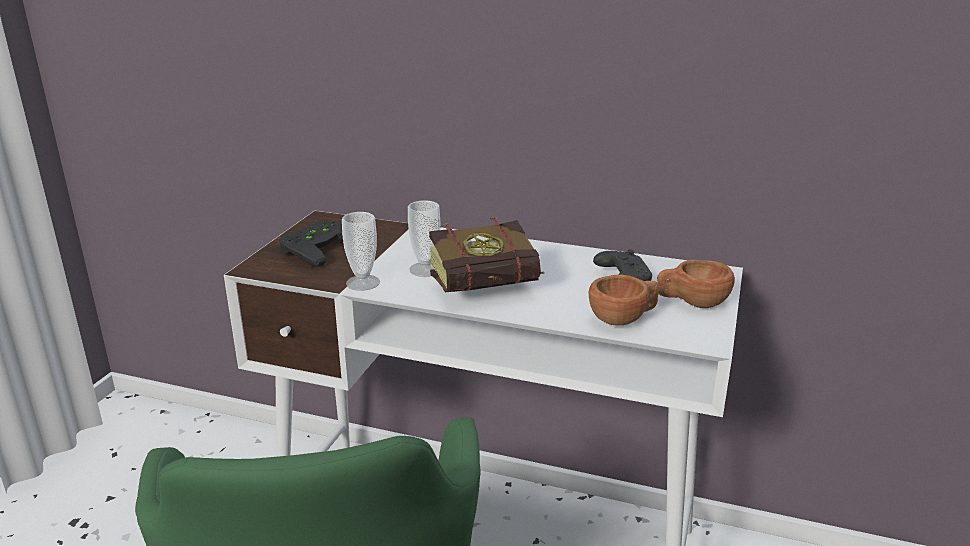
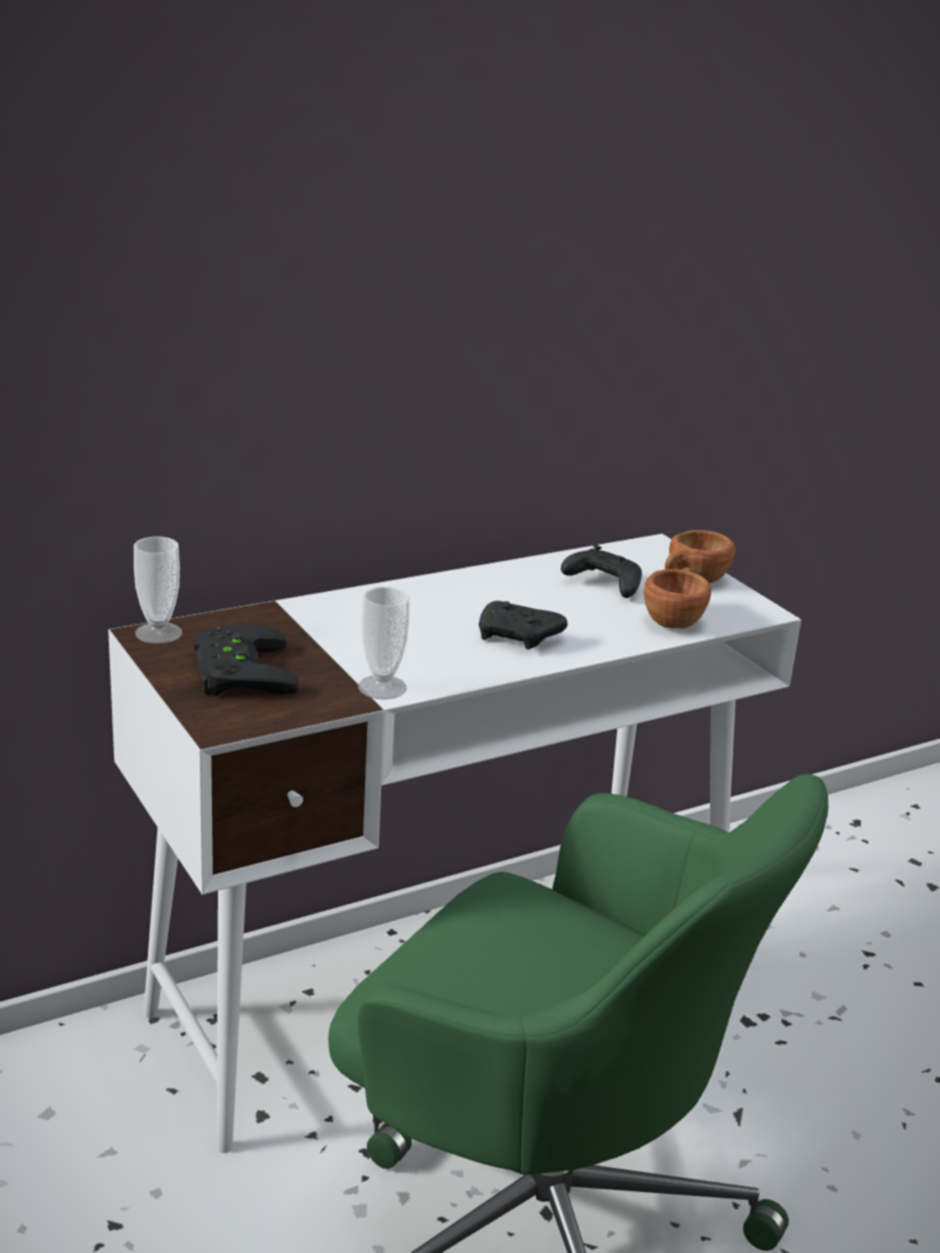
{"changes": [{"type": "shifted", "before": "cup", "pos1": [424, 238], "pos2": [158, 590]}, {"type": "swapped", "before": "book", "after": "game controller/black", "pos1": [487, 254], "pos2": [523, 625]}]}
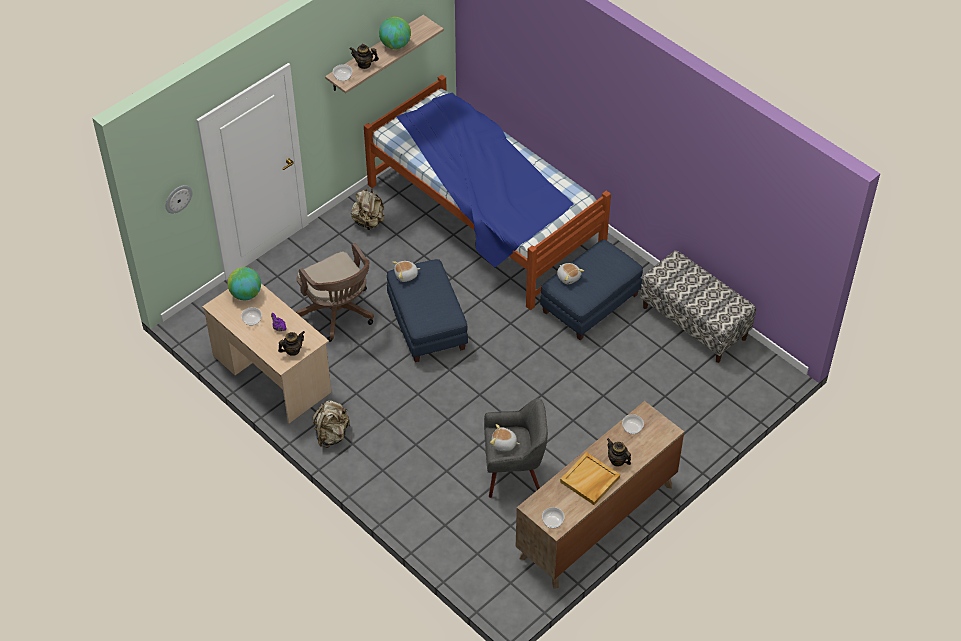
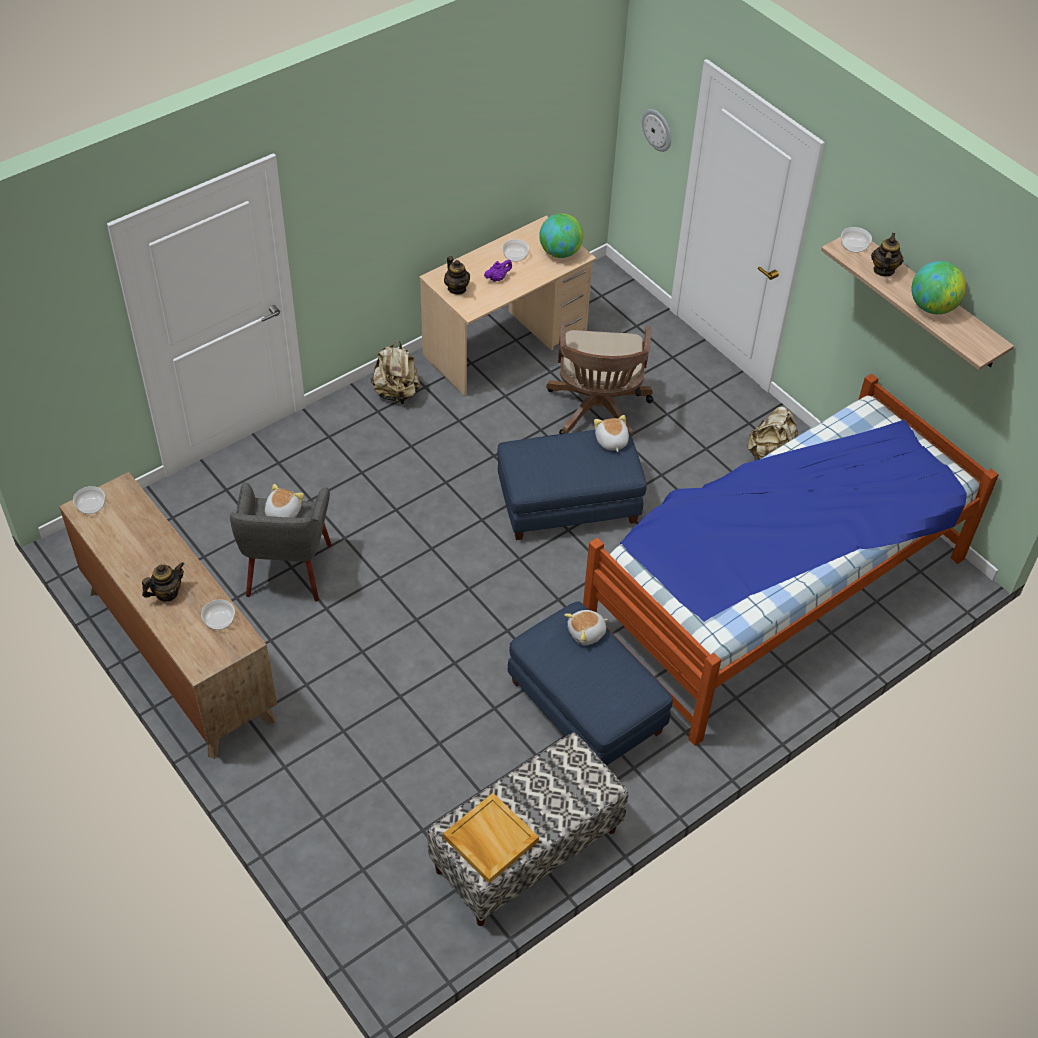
{"changes": [{"type": "shifted", "before": "tray/beige", "pos1": [590, 478], "pos2": [491, 838]}, {"type": "rotated", "before": "office chair/brown", "pos1": [335, 292], "pos2": [599, 378], "turn": -60}]}
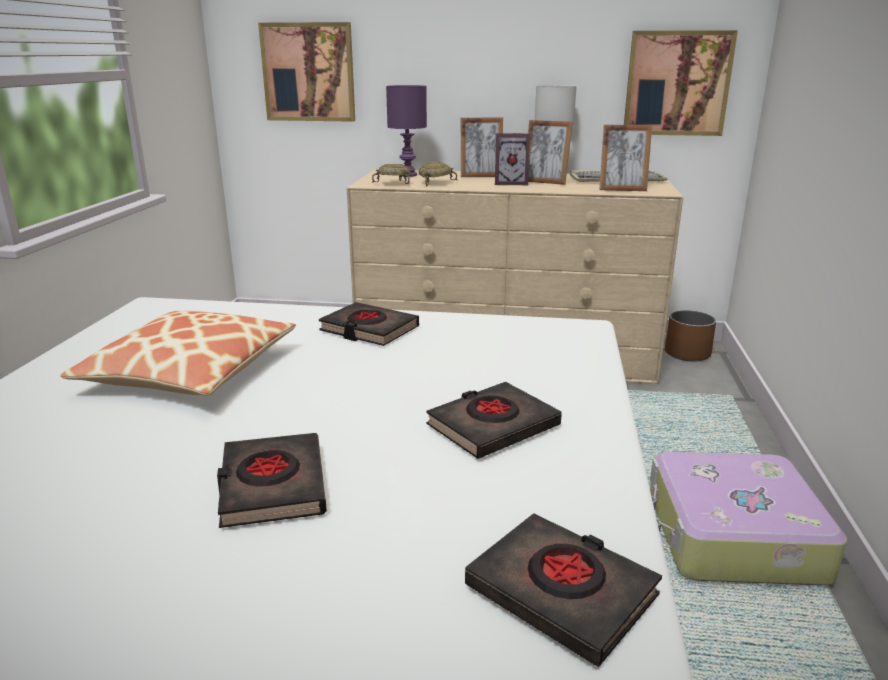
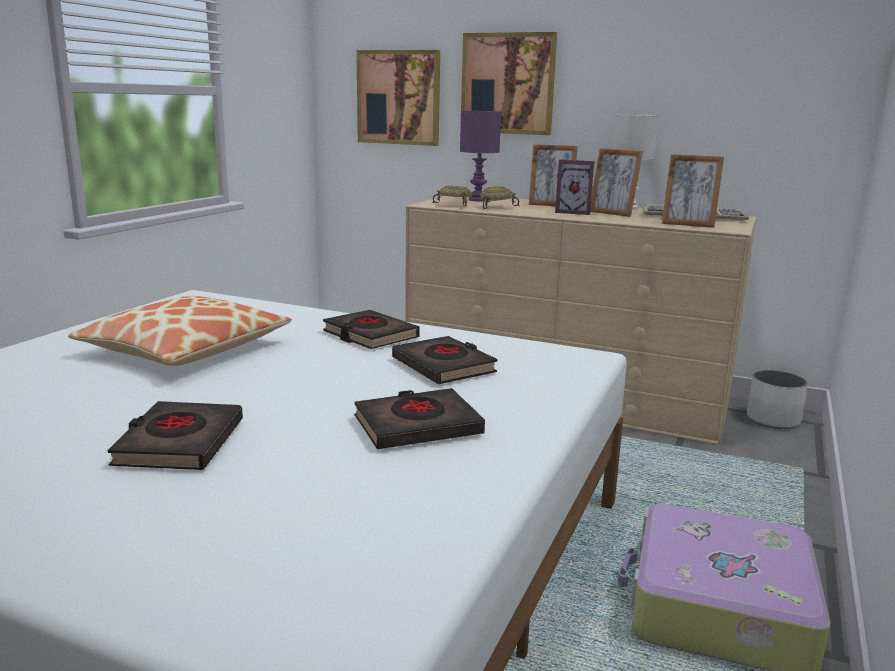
{"changes": [{"type": "shifted", "before": "book/black", "pos1": [563, 590], "pos2": [445, 360]}, {"type": "shifted", "before": "picture", "pos1": [681, 83], "pos2": [509, 83]}, {"type": "repainted", "before": "planter/brown", "after": "planter/white", "pos1": [690, 336], "pos2": [777, 399]}]}
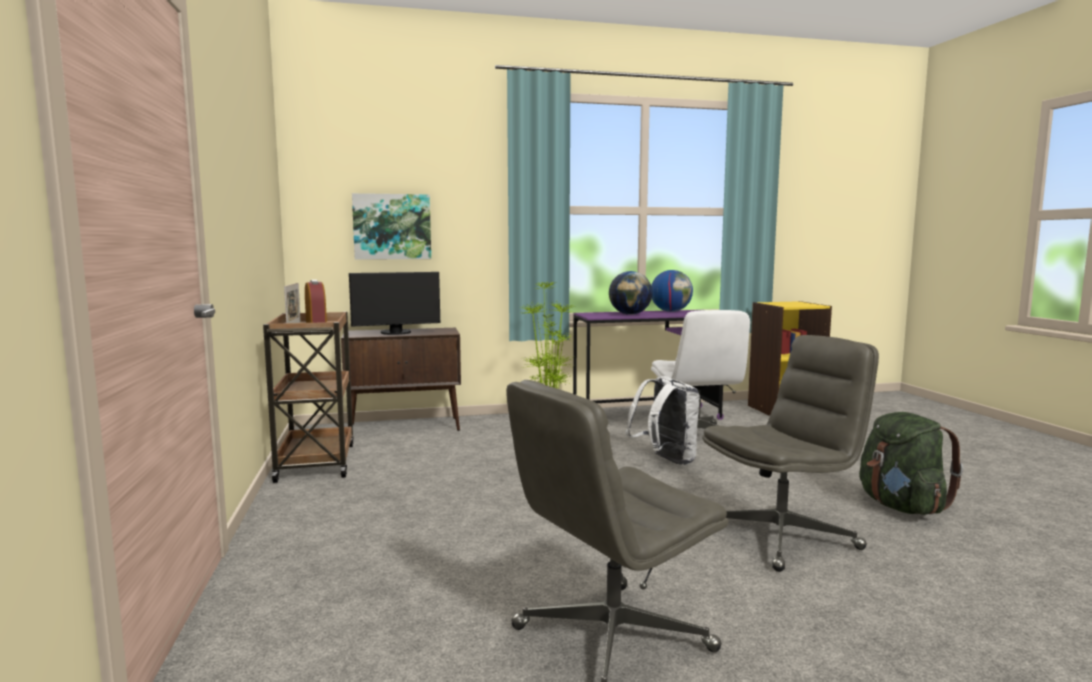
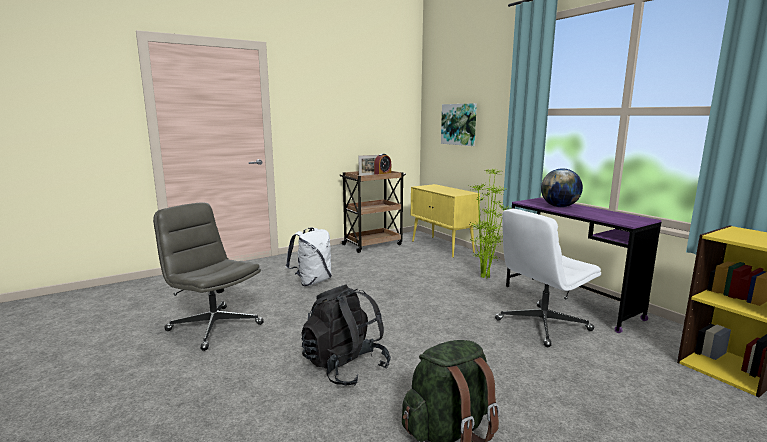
{"changes": [{"type": "shifted", "before": "backpack/white", "pos1": [662, 420], "pos2": [309, 256]}, {"type": "swapped", "before": "office chair/grey", "after": "backpack/black", "pos1": [790, 453], "pos2": [346, 335]}, {"type": "repainted", "before": "cabinet/brown", "after": "cabinet/yellow", "pos1": [401, 379], "pos2": [445, 221]}, {"type": "gone", "before": "monitor", "pos1": [394, 303]}, {"type": "gone", "before": "globe", "pos1": [672, 291]}]}
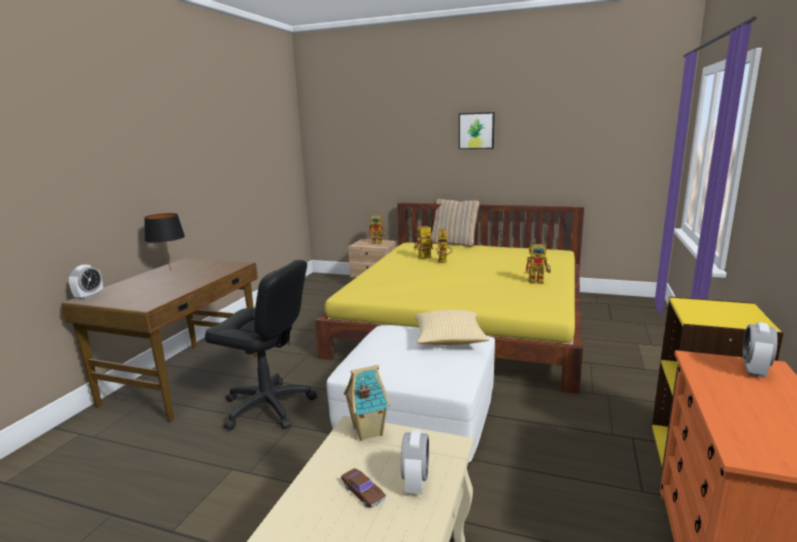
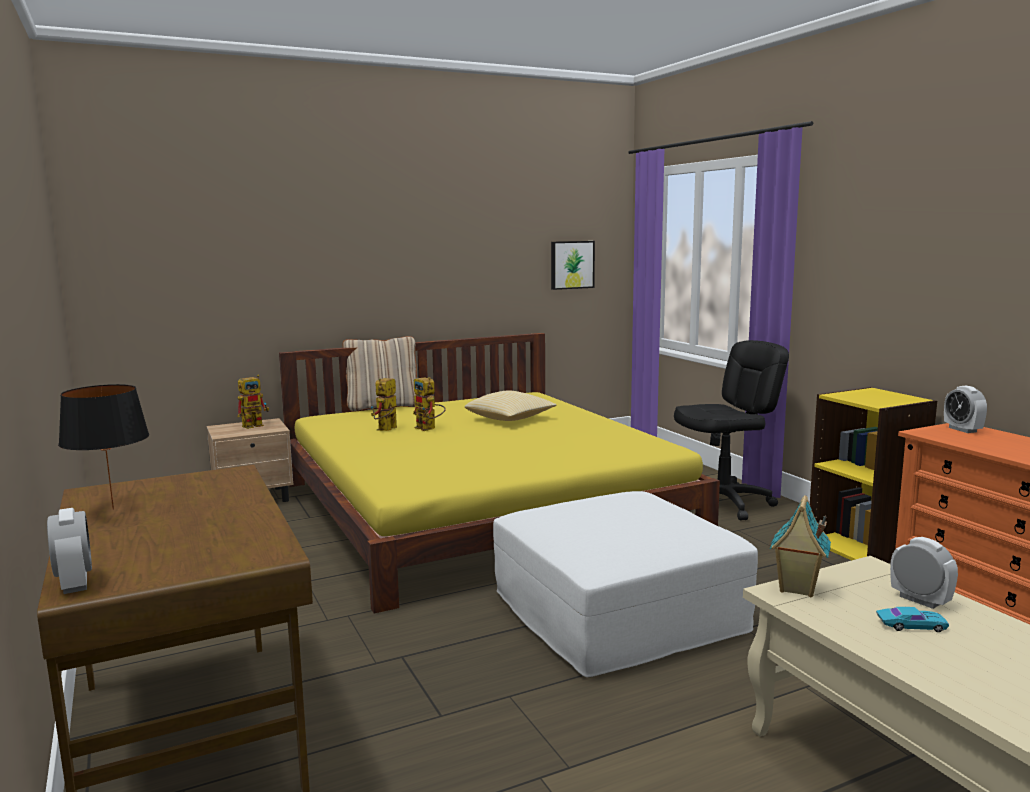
{"changes": [{"type": "shifted", "before": "pillow", "pos1": [452, 327], "pos2": [511, 405]}, {"type": "shifted", "before": "picture", "pos1": [477, 130], "pos2": [573, 265]}, {"type": "shifted", "before": "office chair/black", "pos1": [261, 345], "pos2": [731, 430]}, {"type": "repainted", "before": "toy car/brown", "after": "toy car/turquoise", "pos1": [363, 488], "pos2": [912, 619]}, {"type": "gone", "before": "toy robot", "pos1": [537, 263]}]}
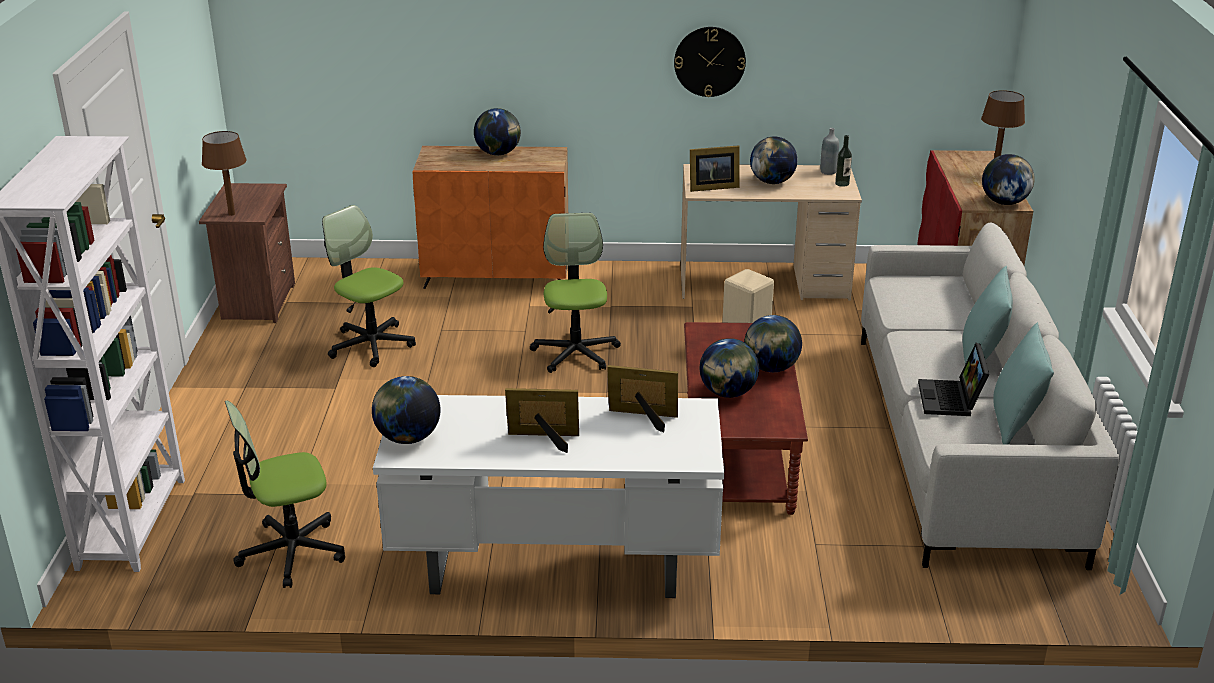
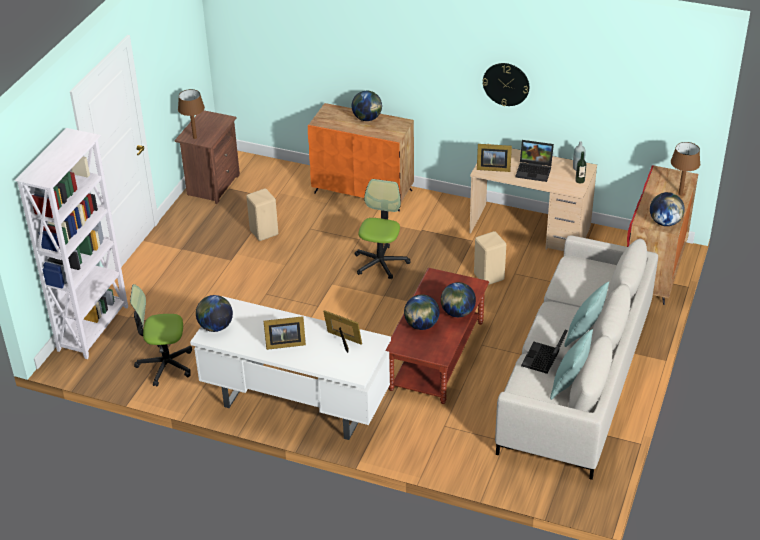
{"changes": [{"type": "swapped", "before": "office chair", "after": "stool/beige", "pos1": [369, 286], "pos2": [262, 214]}, {"type": "rotated", "before": "picture frame", "pos1": [542, 420], "pos2": [285, 333], "turn": 150}, {"type": "swapped", "before": "globe", "after": "laptop", "pos1": [774, 160], "pos2": [535, 161]}]}
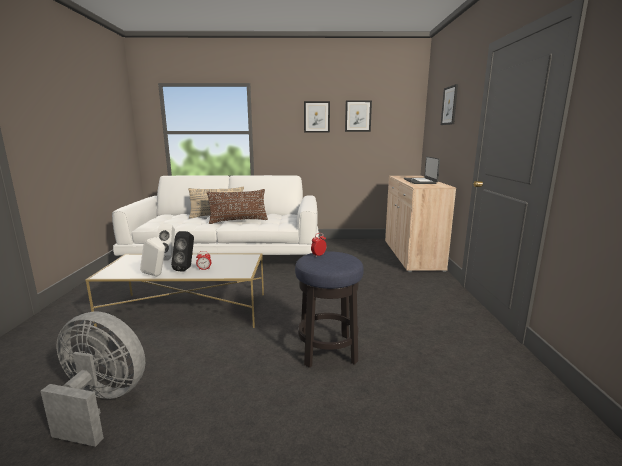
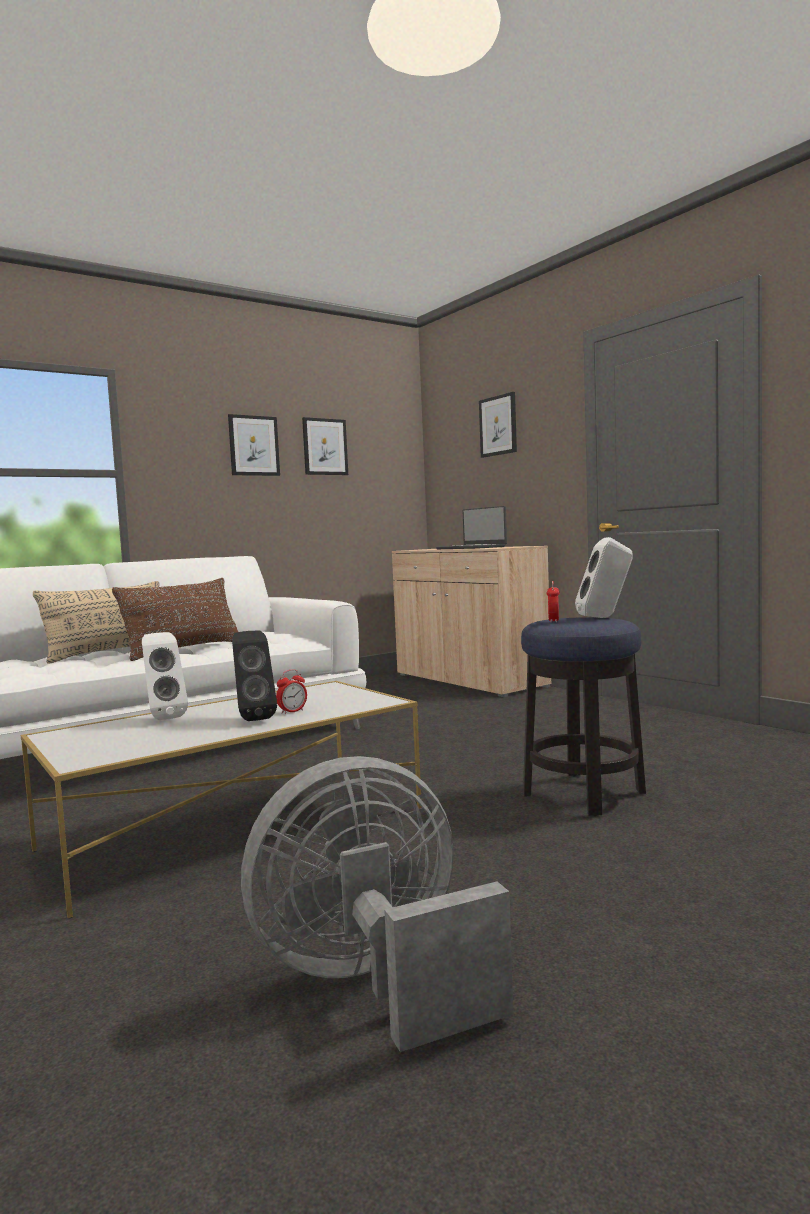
{"changes": [{"type": "shifted", "before": "speaker/white", "pos1": [152, 256], "pos2": [604, 577]}]}
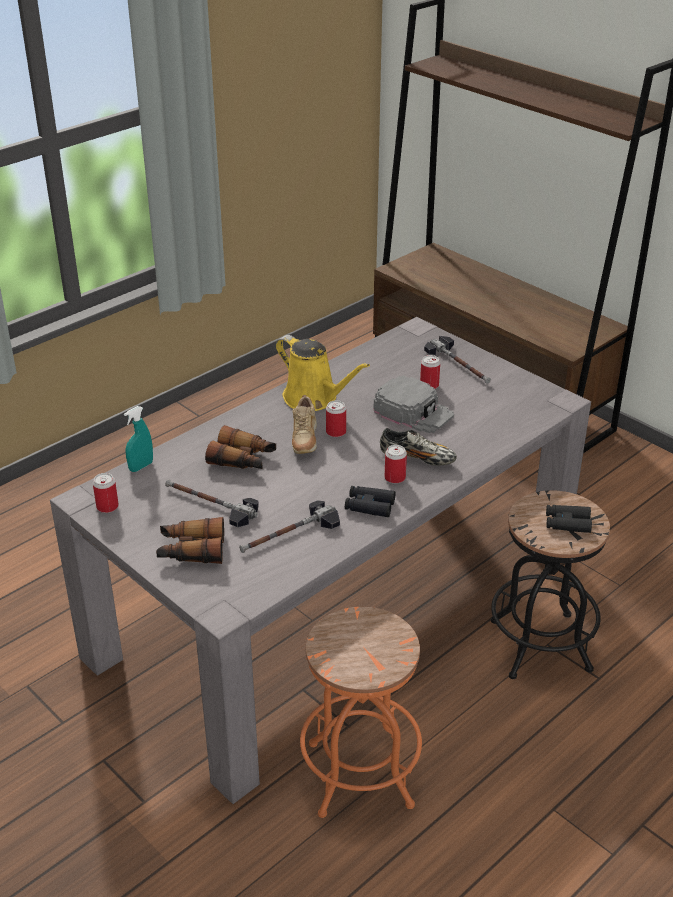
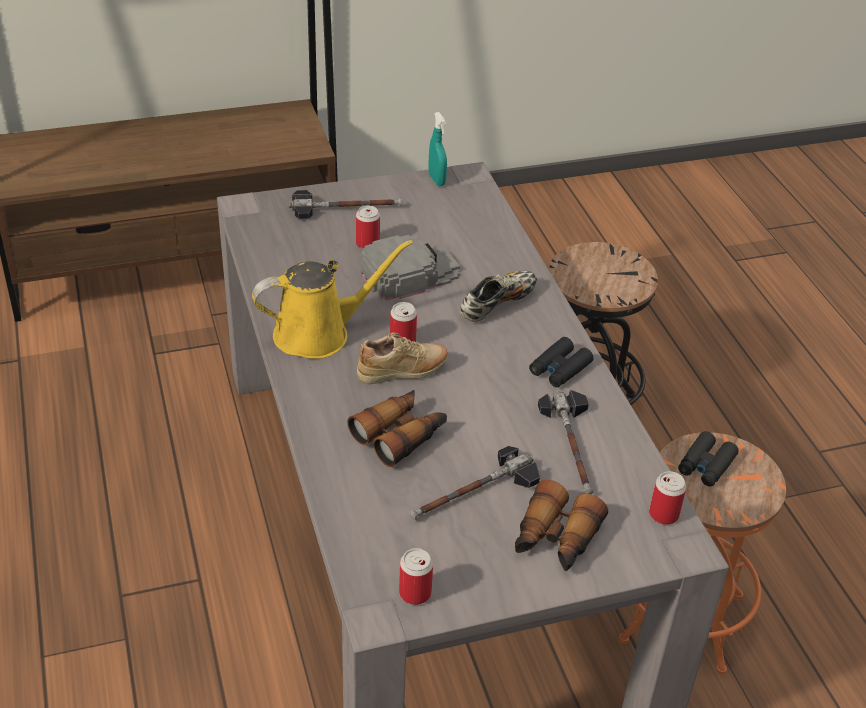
{"changes": [{"type": "rotated", "before": "shoe/beige", "pos1": [304, 424], "pos2": [402, 358], "turn": -45}, {"type": "shifted", "before": "spray bottle/turquoise", "pos1": [138, 439], "pos2": [437, 149]}, {"type": "shifted", "before": "can", "pos1": [396, 464], "pos2": [667, 498]}, {"type": "shifted", "before": "binoculars/black", "pos1": [569, 519], "pos2": [708, 458]}]}
